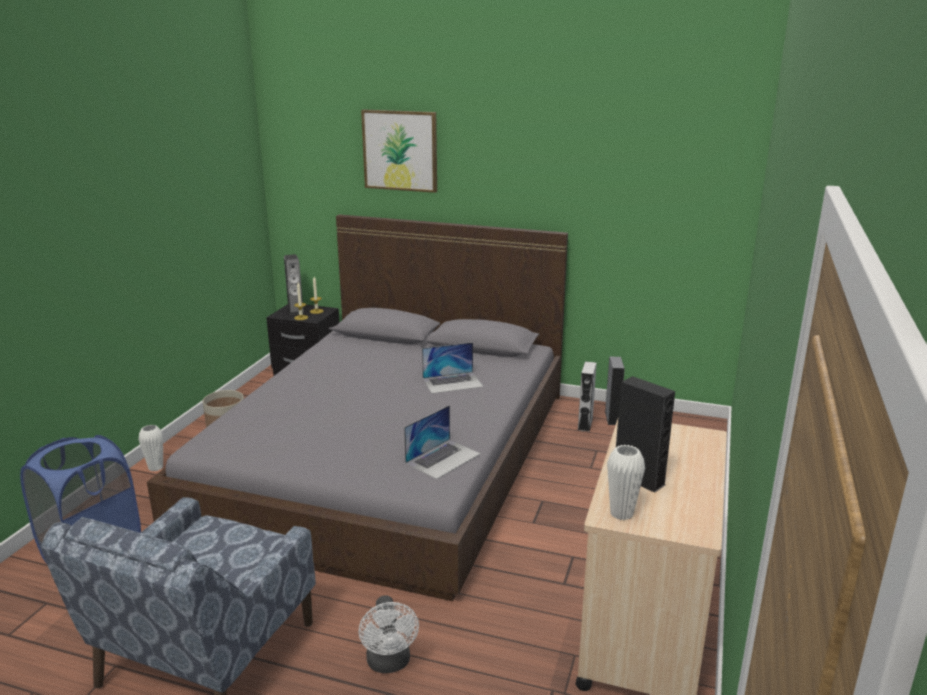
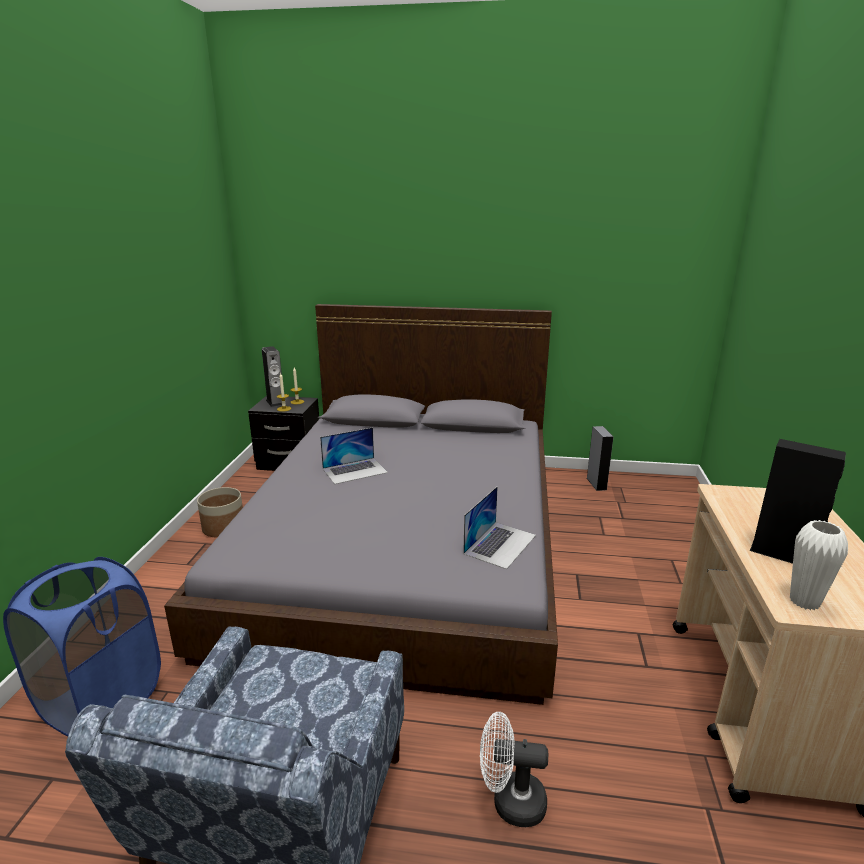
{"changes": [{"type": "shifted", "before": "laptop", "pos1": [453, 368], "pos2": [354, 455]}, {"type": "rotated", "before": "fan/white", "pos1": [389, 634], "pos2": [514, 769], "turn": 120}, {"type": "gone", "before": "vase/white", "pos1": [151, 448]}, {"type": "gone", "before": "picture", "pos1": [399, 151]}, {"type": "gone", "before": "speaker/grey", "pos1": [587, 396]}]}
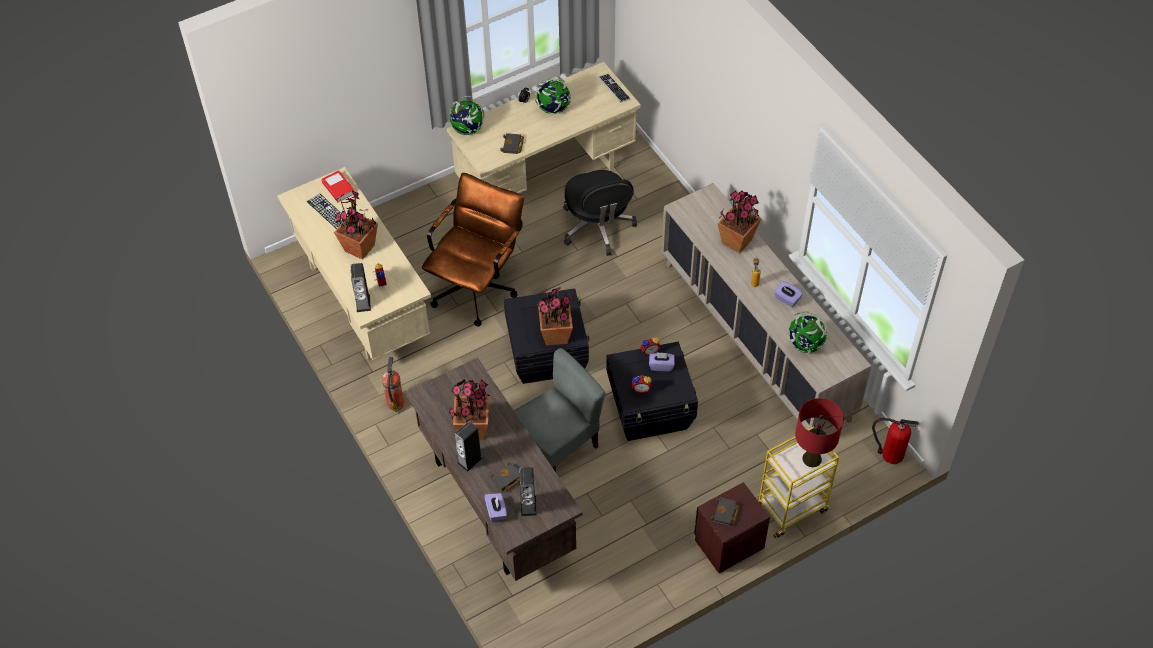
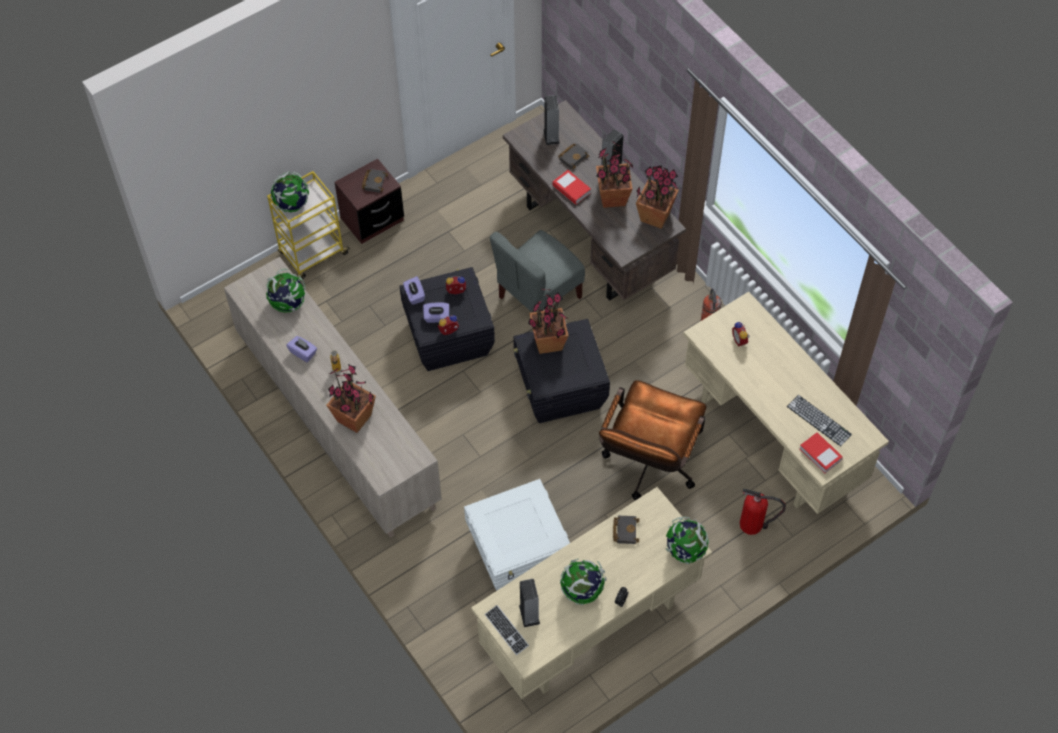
{"changes": [{"type": "swapped", "before": "table lamp/red", "after": "globe", "pos1": [819, 432], "pos2": [290, 192]}, {"type": "shifted", "before": "tissue box/purple", "pos1": [495, 507], "pos2": [414, 290]}, {"type": "swapped", "before": "office chair/black", "after": "storage box/white", "pos1": [600, 213], "pos2": [517, 534]}, {"type": "shifted", "before": "speaker", "pos1": [360, 287], "pos2": [529, 603]}, {"type": "new", "after": "book", "pos2": [571, 187]}, {"type": "shifted", "before": "potted plant", "pos1": [356, 225], "pos2": [657, 197]}, {"type": "shifted", "before": "fire extinguisher", "pos1": [895, 441], "pos2": [763, 512]}]}
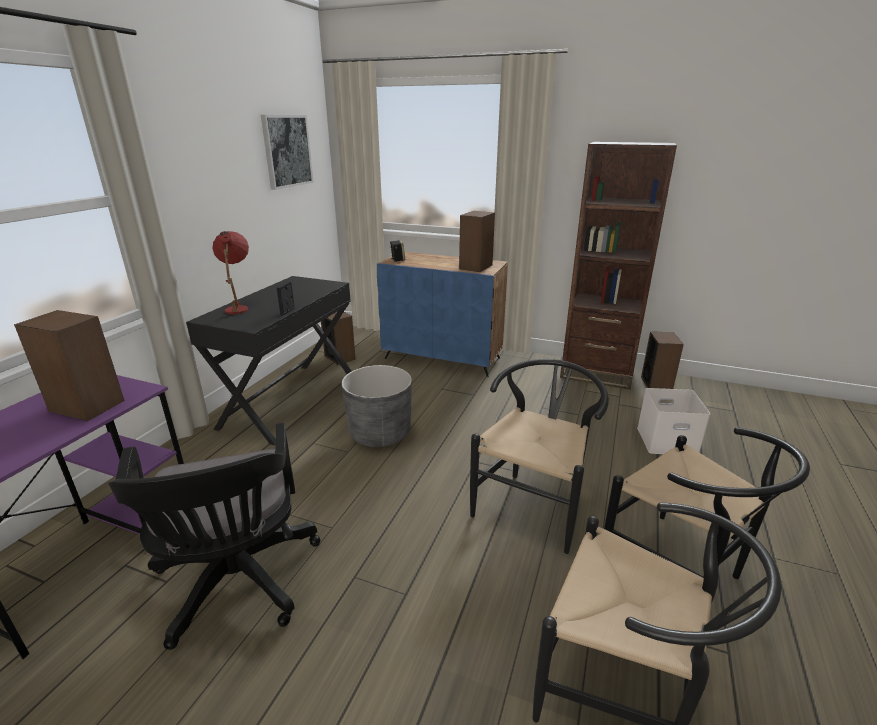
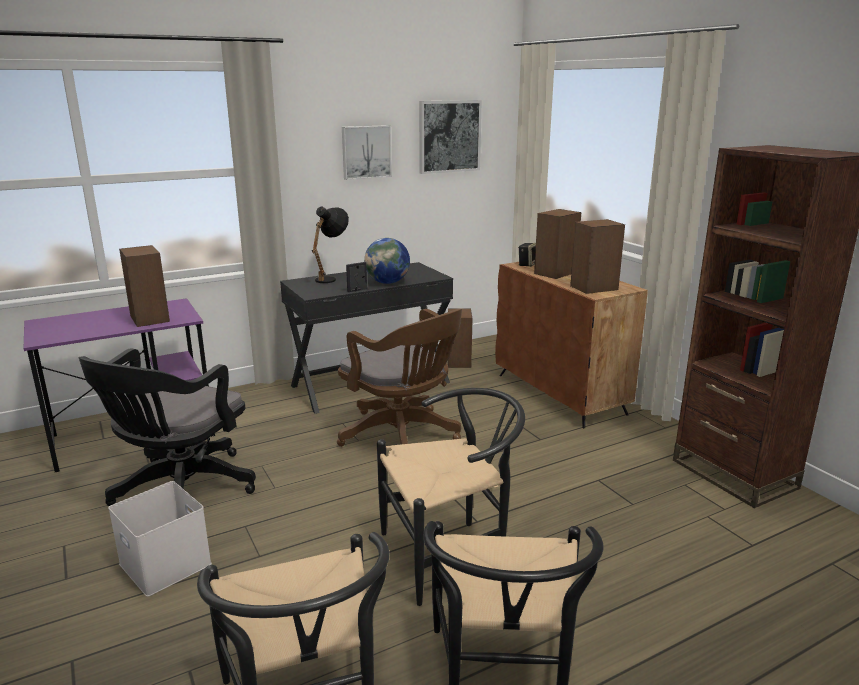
{"changes": [{"type": "shifted", "before": "storage box/white", "pos1": [673, 421], "pos2": [160, 539]}, {"type": "repainted", "before": "table lamp/red", "after": "table lamp/black", "pos1": [230, 272], "pos2": [330, 245]}, {"type": "swapped", "before": "planter/grey", "after": "office chair/brown", "pos1": [377, 406], "pos2": [399, 378]}, {"type": "new", "after": "picture", "pos2": [367, 152]}, {"type": "new", "after": "globe", "pos2": [387, 261]}, {"type": "repainted", "before": "cabinet/blue", "after": "cabinet/brown", "pos1": [442, 314], "pos2": [571, 345]}, {"type": "shifted", "before": "speaker", "pos1": [662, 360], "pos2": [557, 244]}]}
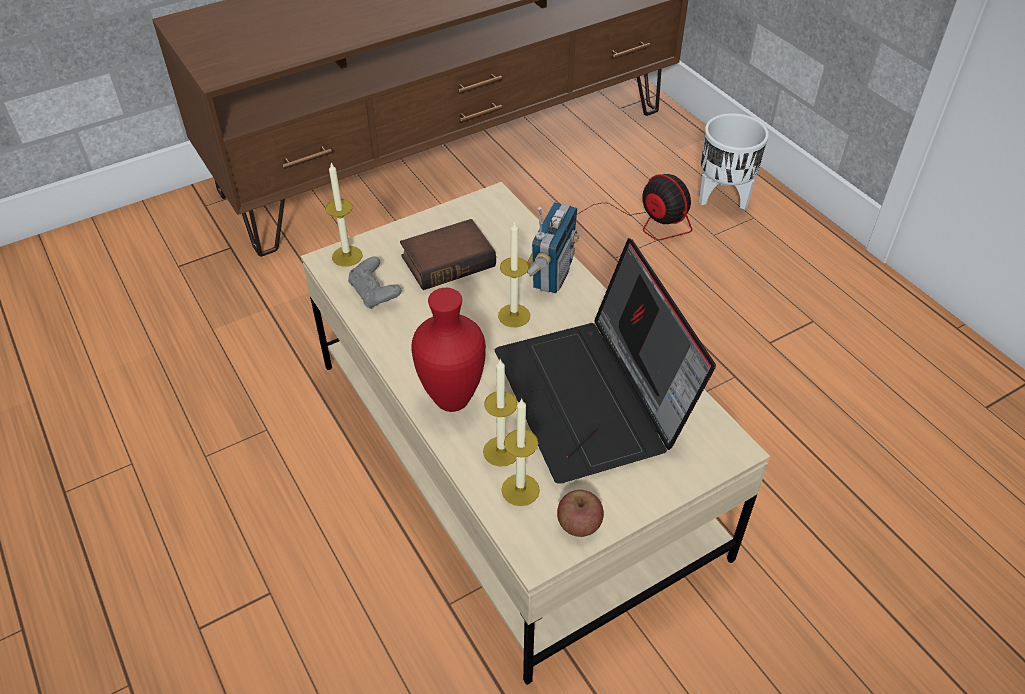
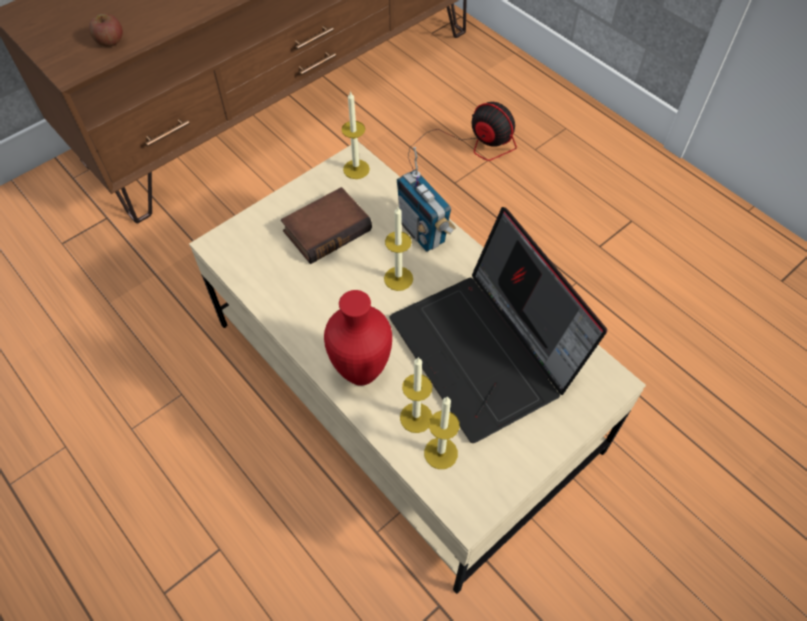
{"changes": [{"type": "shifted", "before": "apple", "pos1": [580, 513], "pos2": [106, 30]}, {"type": "shifted", "before": "candle", "pos1": [344, 214], "pos2": [355, 135]}, {"type": "rotated", "before": "radio", "pos1": [553, 247], "pos2": [426, 199], "turn": 135}, {"type": "gone", "before": "game controller/grey", "pos1": [374, 283]}, {"type": "gone", "before": "planter/white", "pos1": [734, 161]}]}
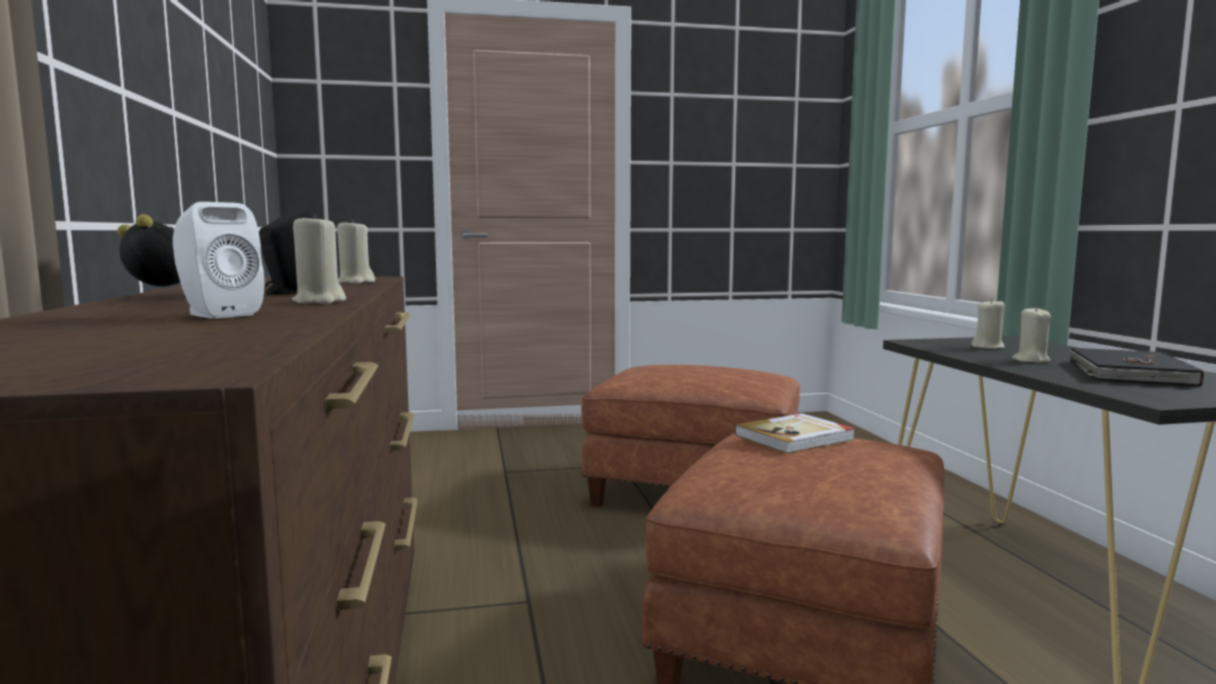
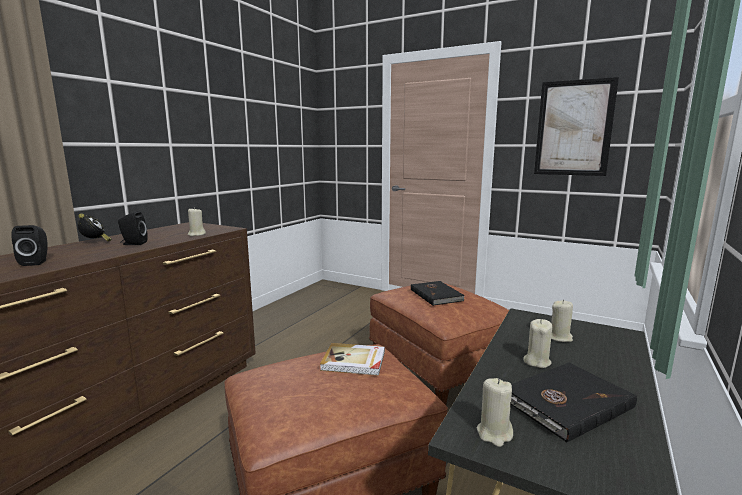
{"changes": [{"type": "repainted", "before": "speaker/white", "after": "speaker/black", "pos1": [218, 260], "pos2": [29, 245]}, {"type": "new", "after": "book/black", "pos2": [438, 293]}, {"type": "shifted", "before": "candle/beige", "pos1": [319, 259], "pos2": [495, 412]}, {"type": "new", "after": "picture", "pos2": [576, 126]}]}
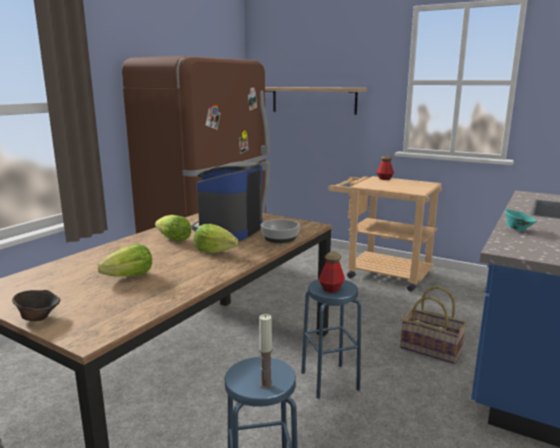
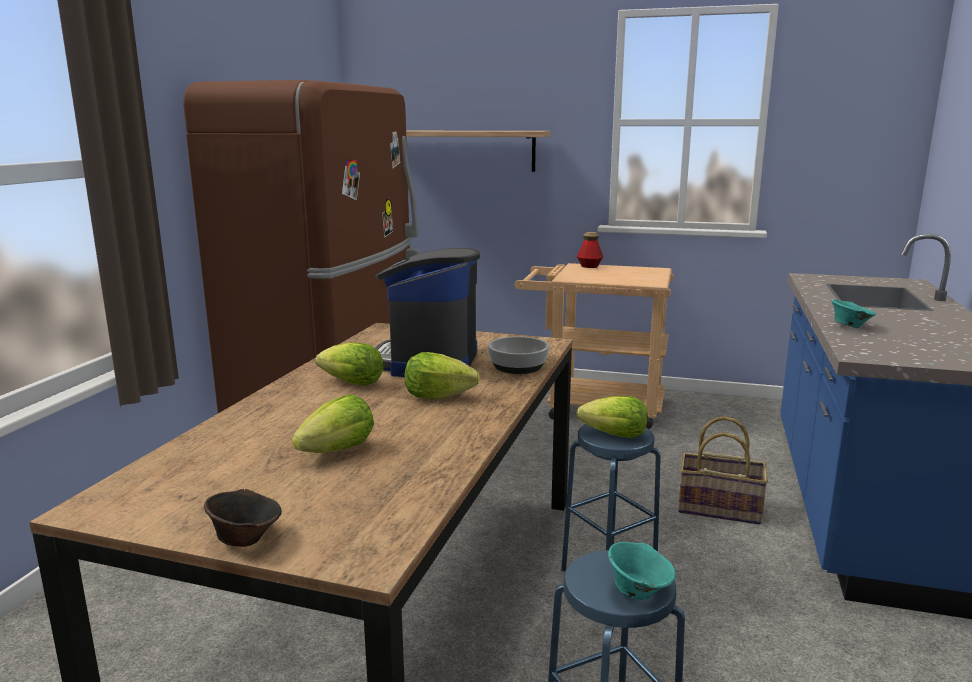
{"changes": [{"type": "swapped", "before": "bottle", "after": "lettuce", "pos1": [332, 272], "pos2": [612, 417]}, {"type": "swapped", "before": "candle", "after": "bowl/turquoise", "pos1": [266, 351], "pos2": [642, 571]}]}
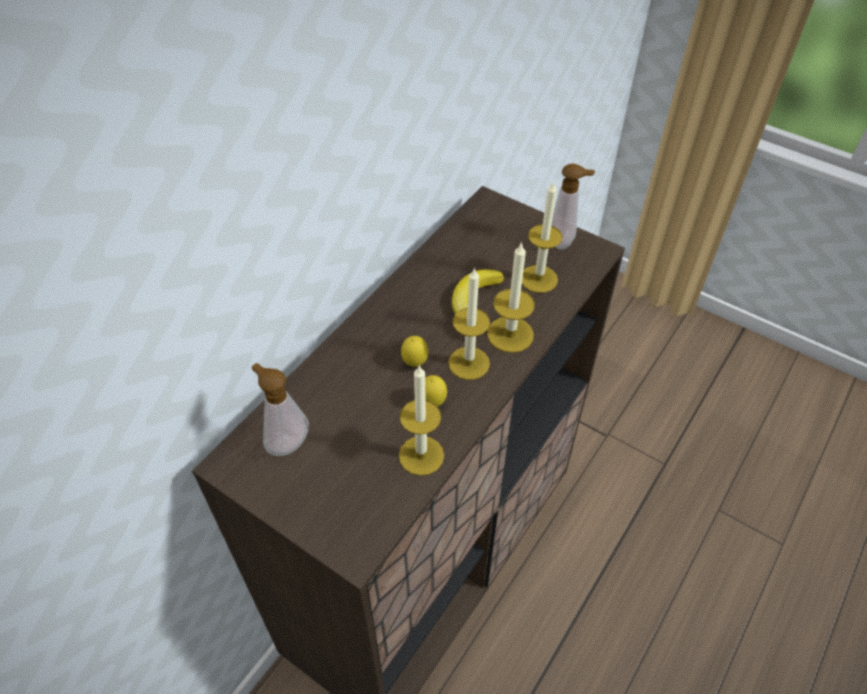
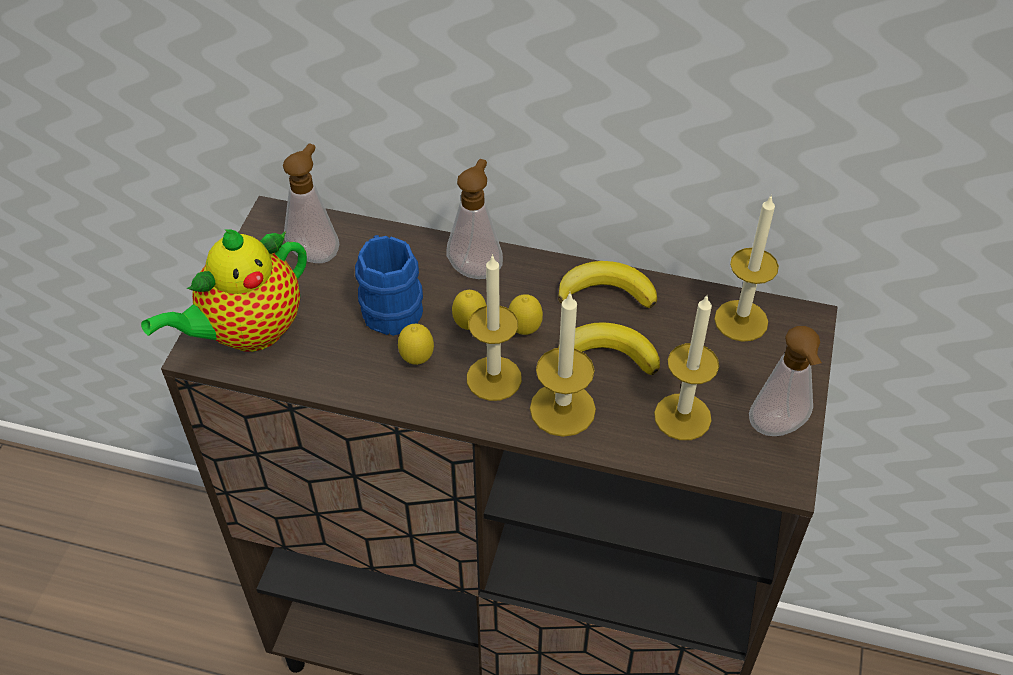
{"changes": [{"type": "new", "after": "teapot", "pos2": [224, 290]}, {"type": "new", "after": "mug/blue", "pos2": [389, 285]}, {"type": "new", "after": "soap dispenser", "pos2": [475, 219]}, {"type": "new", "after": "lemon", "pos2": [526, 314]}, {"type": "new", "after": "banana", "pos2": [607, 284]}, {"type": "shifted", "before": "candle", "pos1": [421, 420], "pos2": [746, 268]}]}
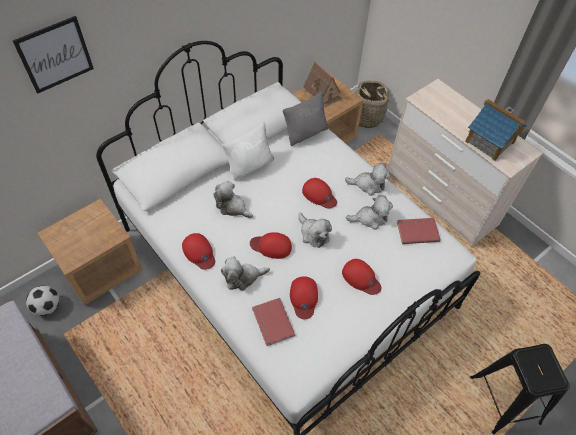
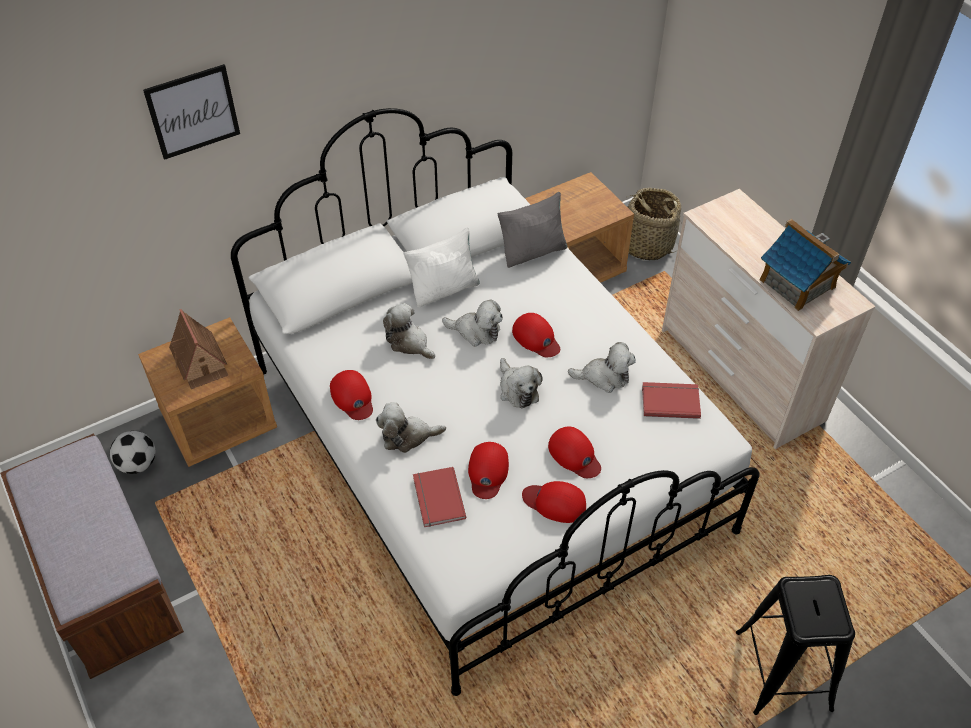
{"changes": [{"type": "shifted", "before": "toy house", "pos1": [322, 84], "pos2": [198, 349]}, {"type": "shifted", "before": "plush toy", "pos1": [367, 179], "pos2": [472, 323]}, {"type": "shifted", "before": "cap/red", "pos1": [271, 245], "pos2": [554, 502]}]}
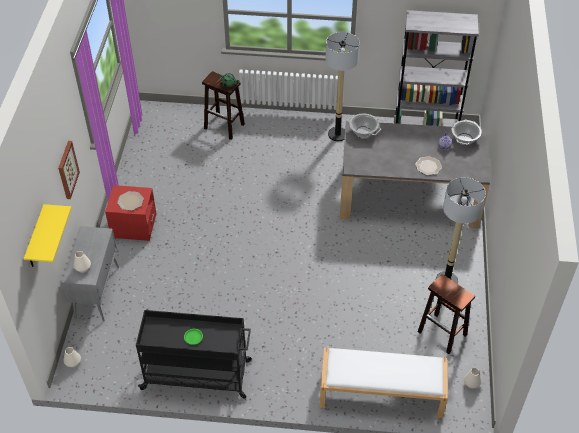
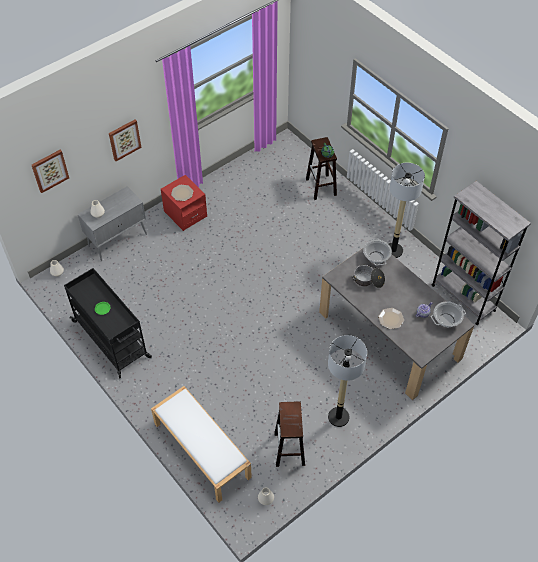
{"changes": [{"type": "swapped", "before": "shelf/yellow", "after": "picture", "pos1": [47, 235], "pos2": [50, 171]}, {"type": "new", "after": "cooking pot", "pos2": [368, 276]}]}
